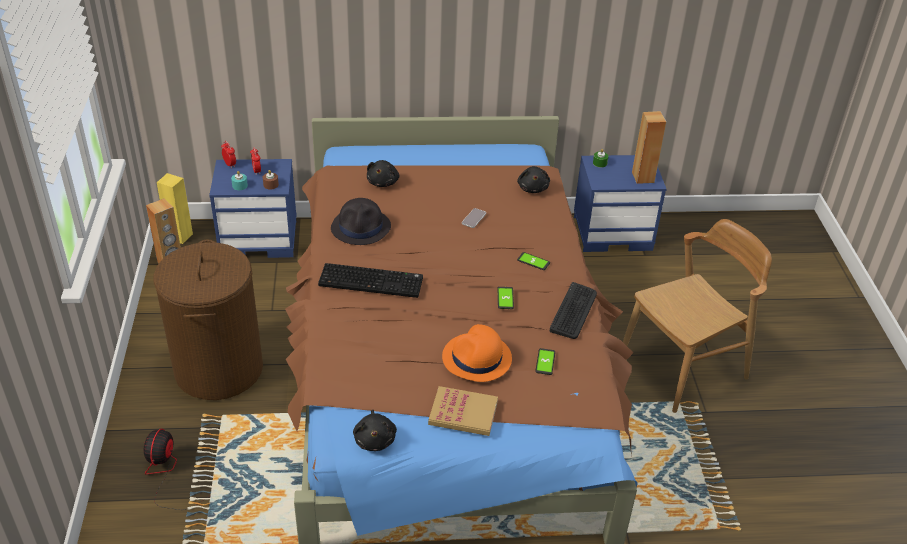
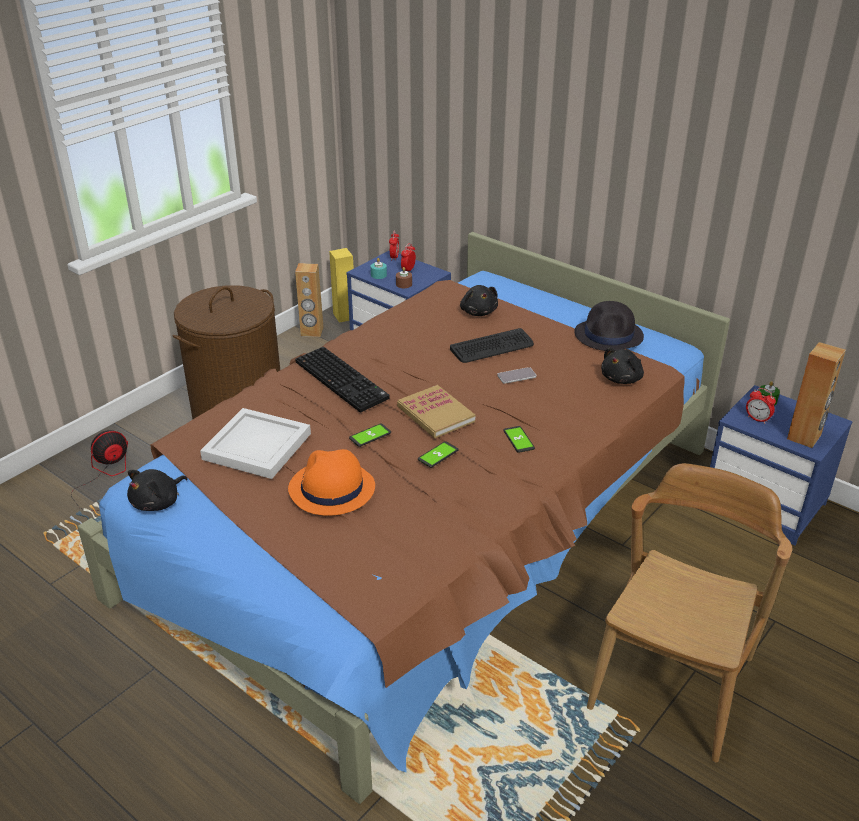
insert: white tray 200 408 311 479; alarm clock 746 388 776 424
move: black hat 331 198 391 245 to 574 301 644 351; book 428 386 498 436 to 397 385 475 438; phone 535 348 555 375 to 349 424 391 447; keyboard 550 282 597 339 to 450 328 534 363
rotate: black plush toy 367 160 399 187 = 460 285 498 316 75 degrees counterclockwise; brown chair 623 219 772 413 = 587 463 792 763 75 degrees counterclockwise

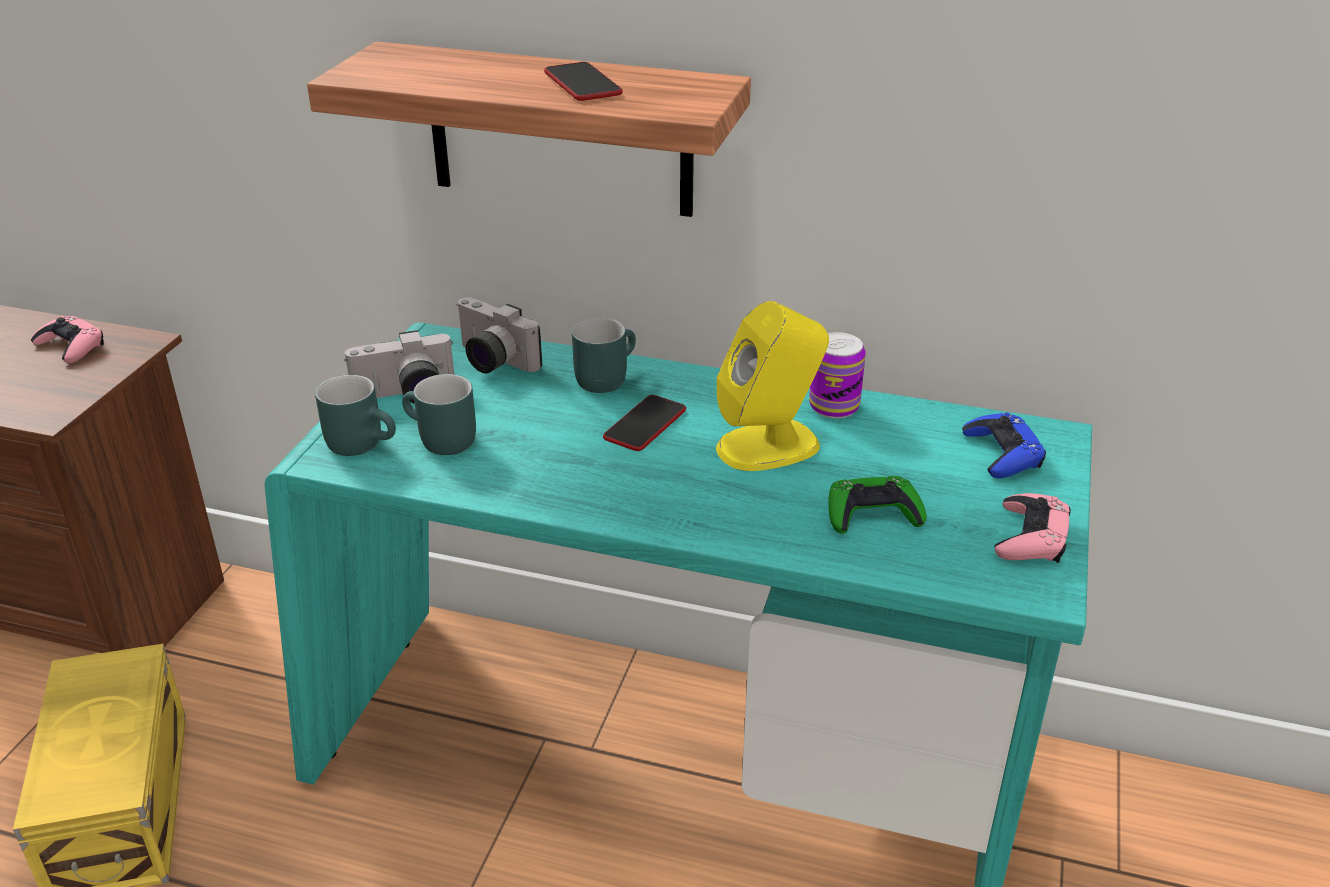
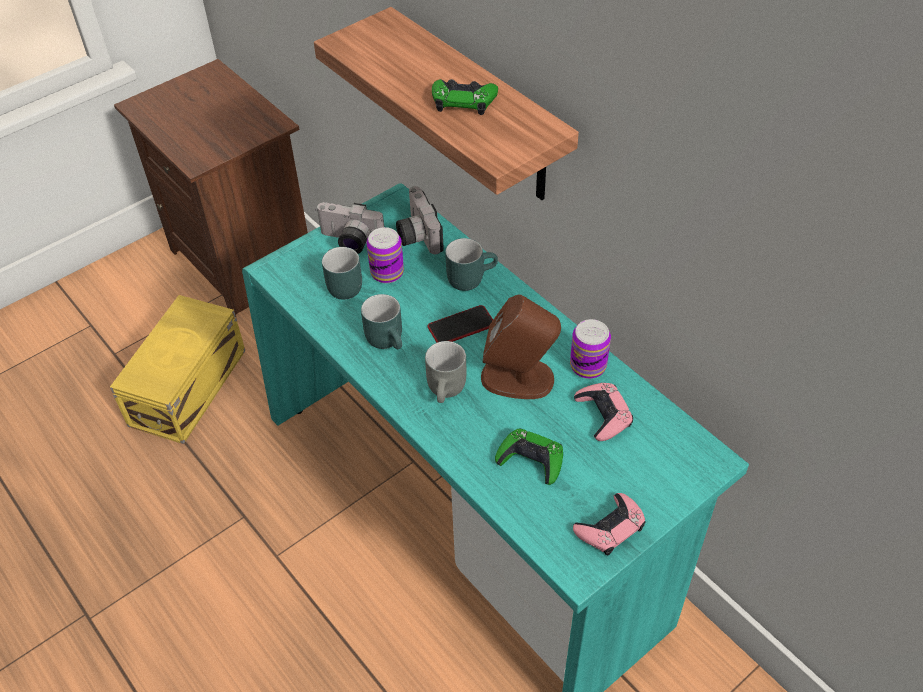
delete: blue game controller 962 413 1046 478
insert: can 366 227 404 283; grey mug 425 341 466 403
move: pink game controller 31 316 104 363 to 574 383 633 441; turquoise mug 315 375 396 456 to 361 294 402 349
replace: phone 544 62 623 101 to green game controller 432 79 498 115
recolor: yellow speaker 716 301 829 471 to brown speaker 481 294 561 399

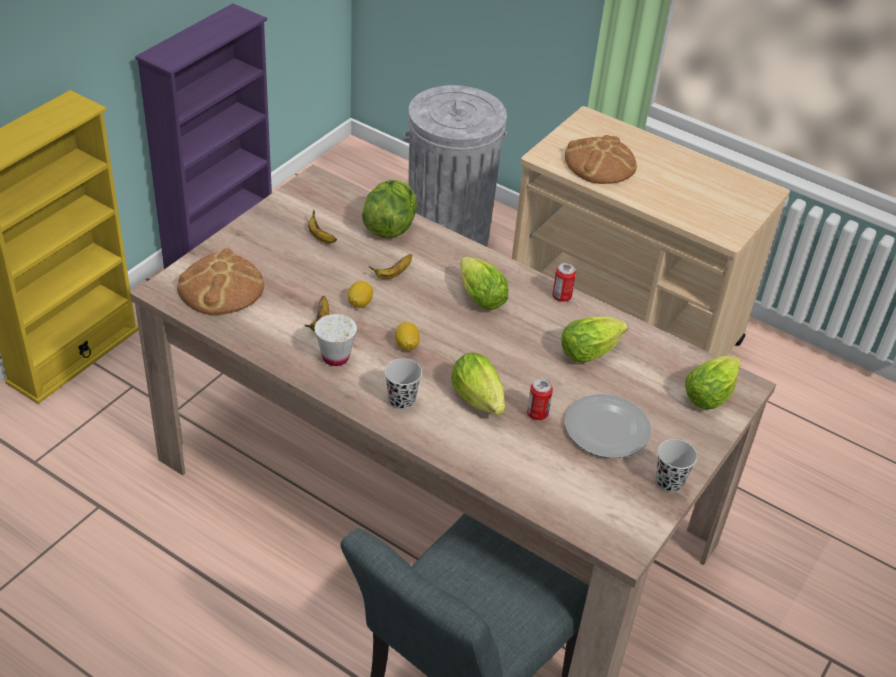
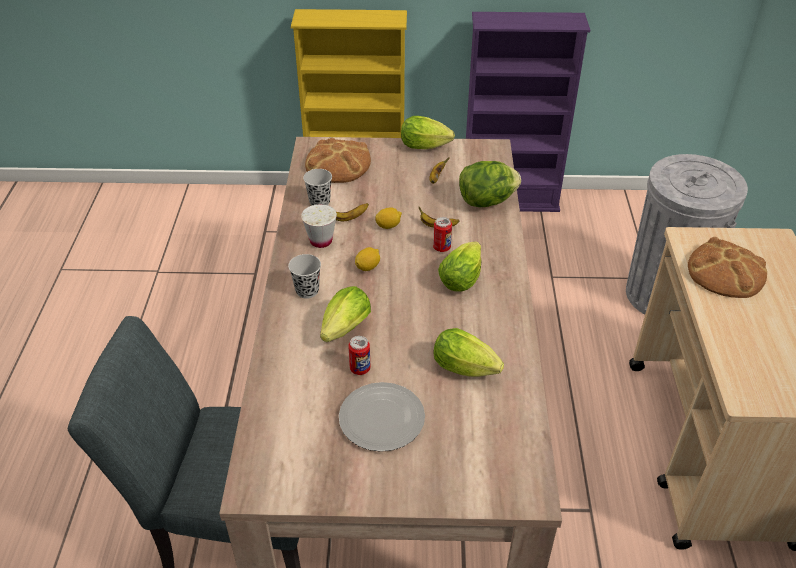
move: can 552 263 576 302 to 433 217 452 252; black cup 656 439 697 492 to 303 169 332 206; lettuce 685 356 741 409 to 401 116 455 149

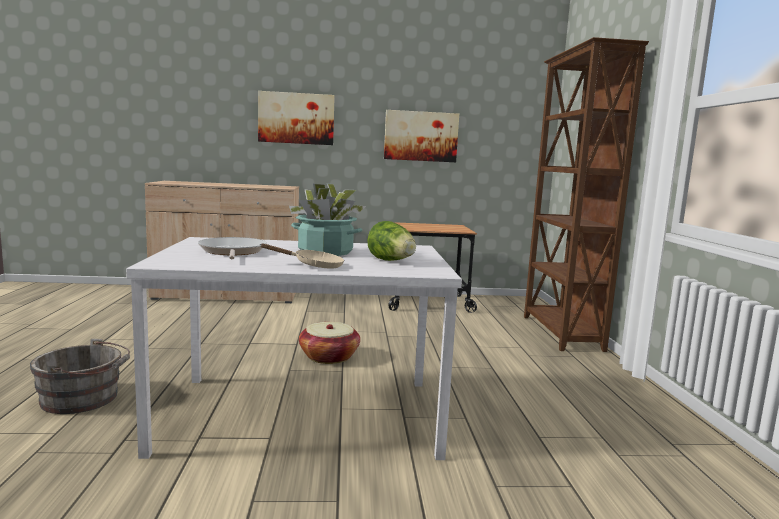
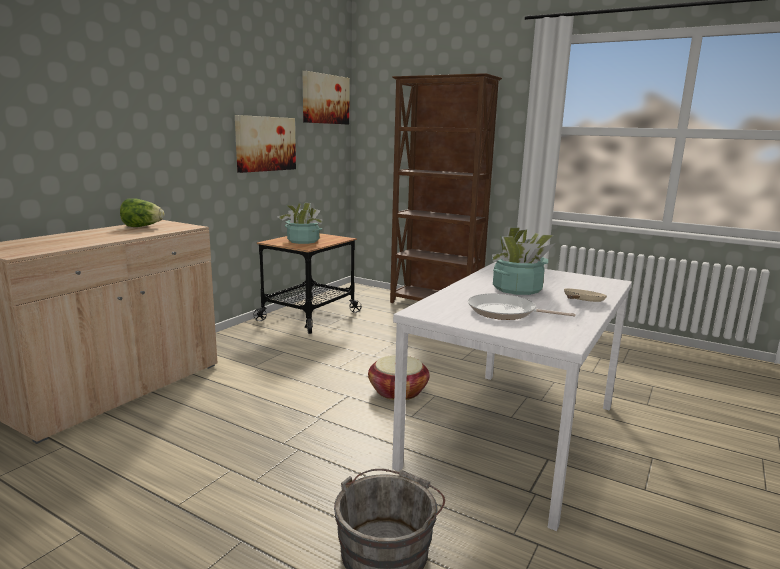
insert: potted plant 277 203 323 244
move: picture 258 91 335 145 to 302 71 350 125; lettuce 367 221 416 261 to 120 198 164 227

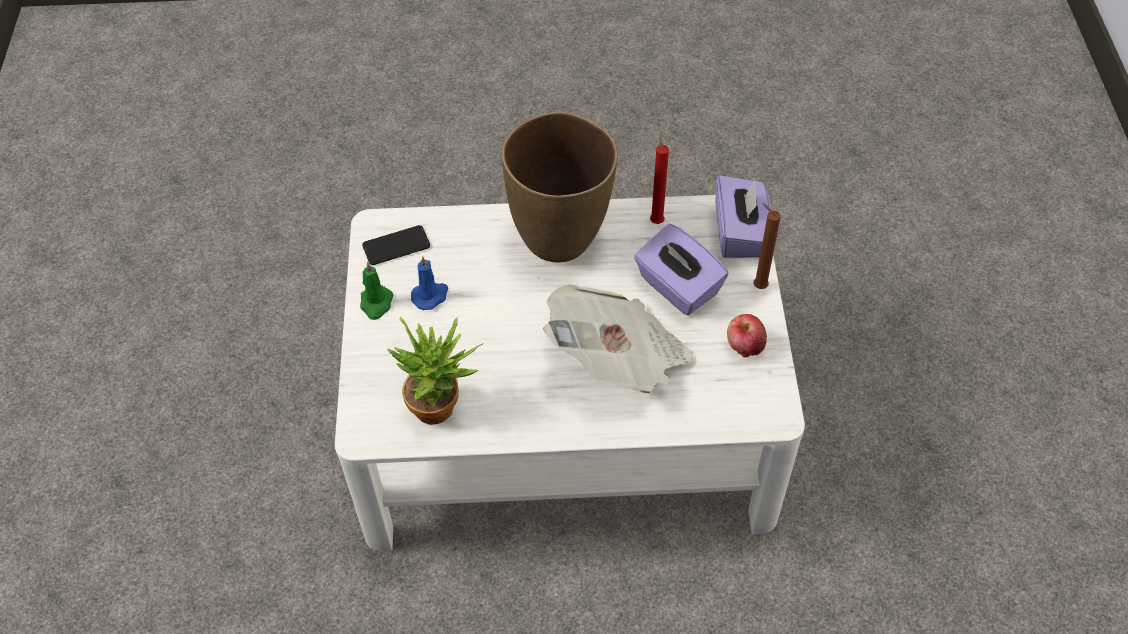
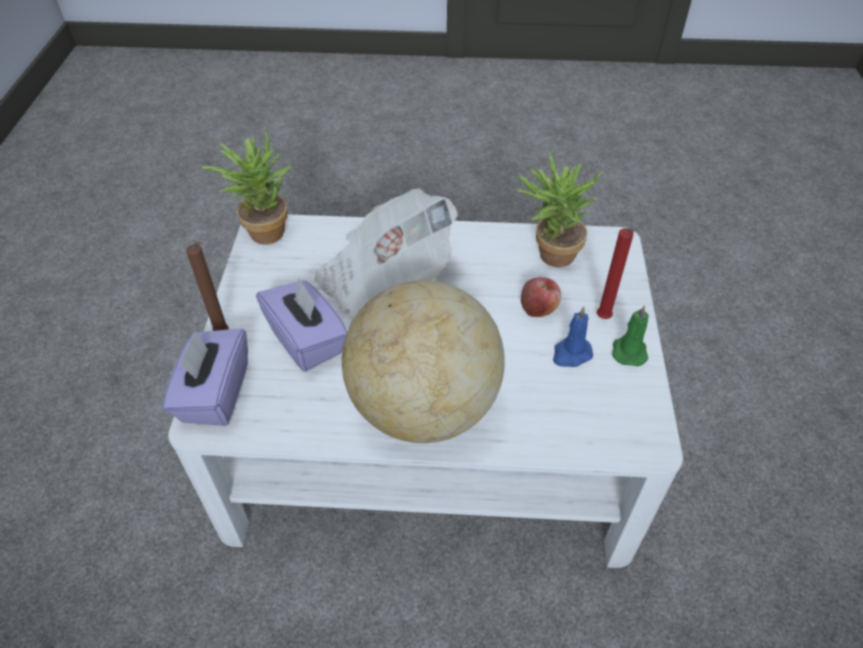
delete: phone 362 225 430 265
insert: potted plant 201 129 291 244
move: red candle 650 131 669 224 to 597 228 634 319; apple 727 314 767 358 to 521 277 561 317
replace: brown vase 502 112 618 263 to globe 342 280 505 443

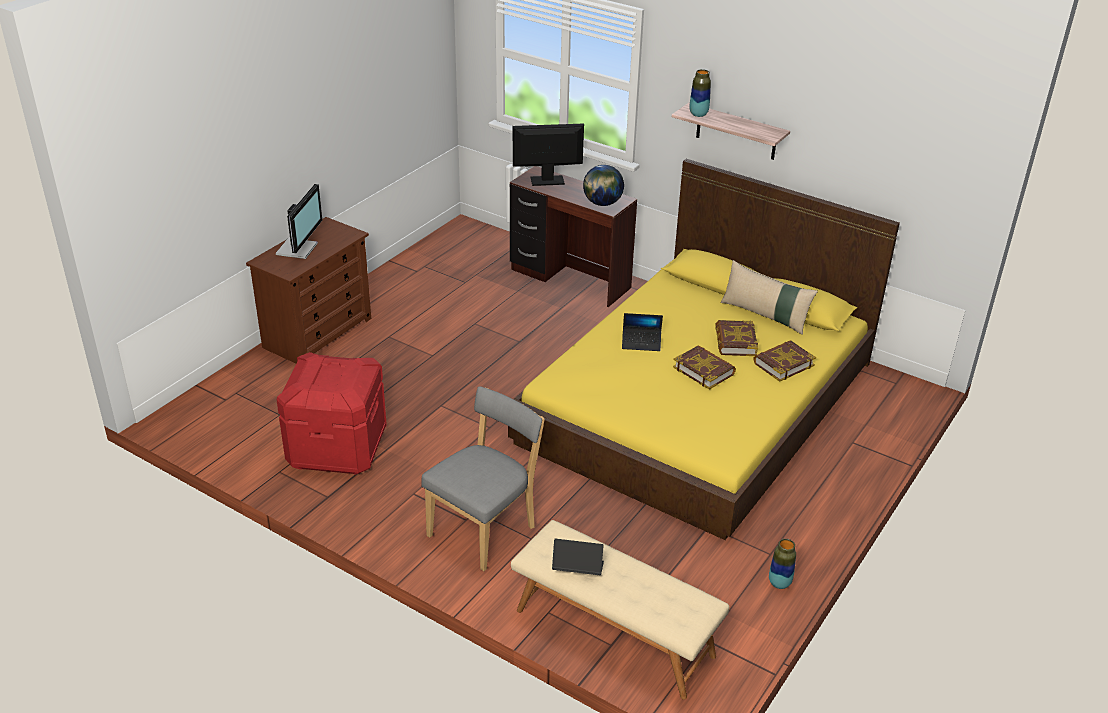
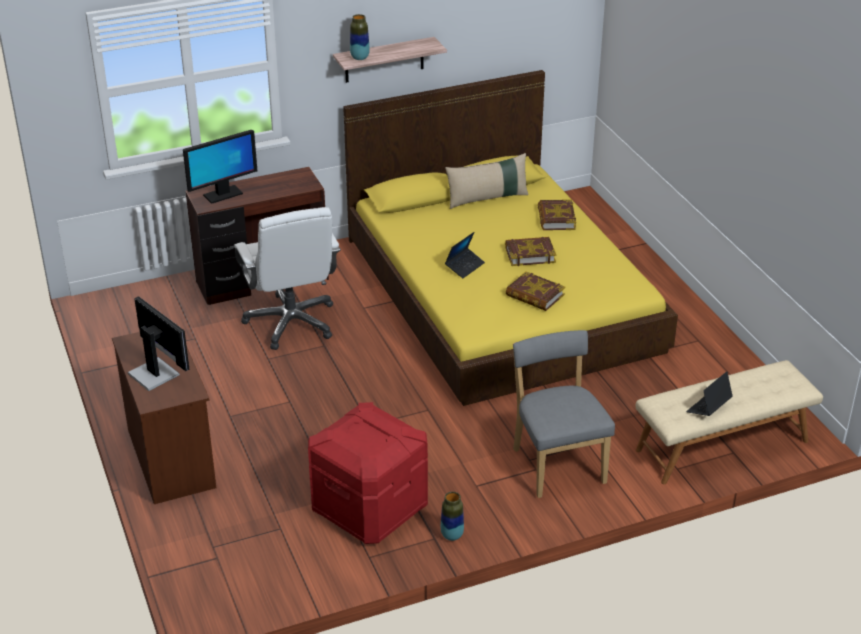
delete: globe 583 165 624 206
insert: white office chair 234 207 341 350
move: book 715 320 758 356 to 506 271 565 311; vase 769 539 796 589 to 441 492 464 541
rotate: monitor 513 124 584 186 = 183 130 257 204 150 degrees counterclockwise

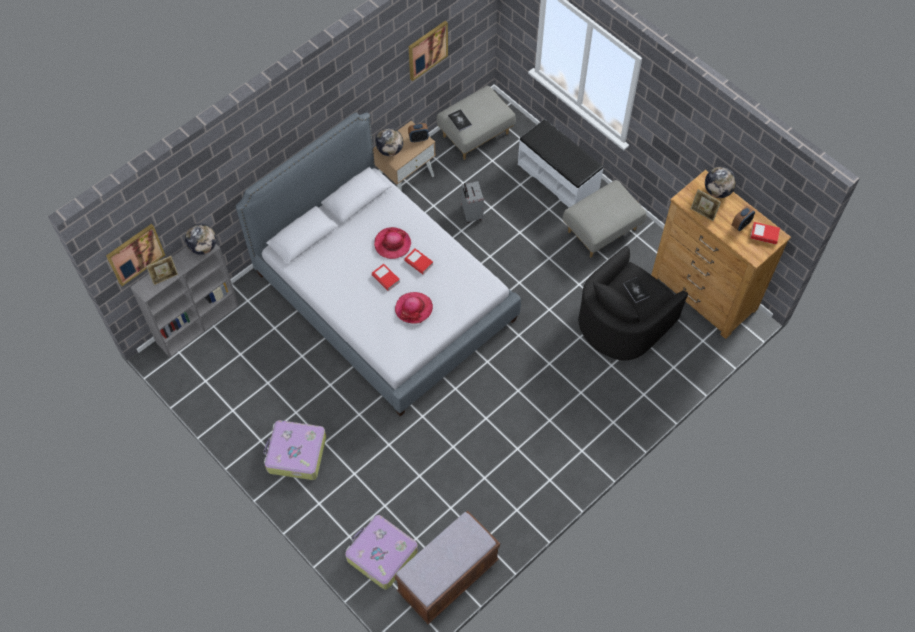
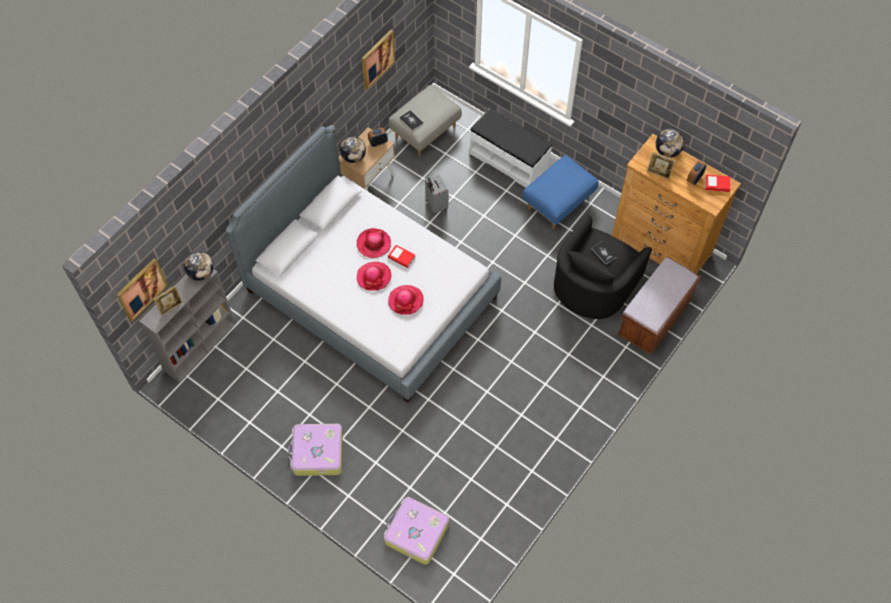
move: brown bench 395 511 500 624 to 617 256 701 355
replace: book 372 264 400 291 to hat 357 262 391 291
recolor: grey ottoman 563 180 646 257 to blue ottoman 522 155 598 229

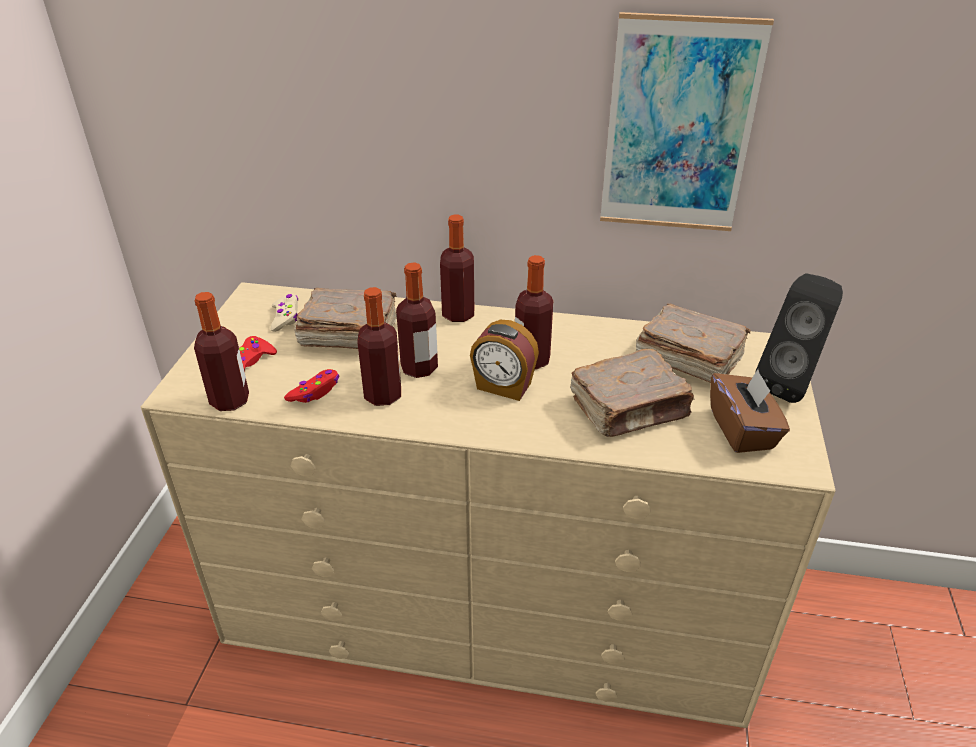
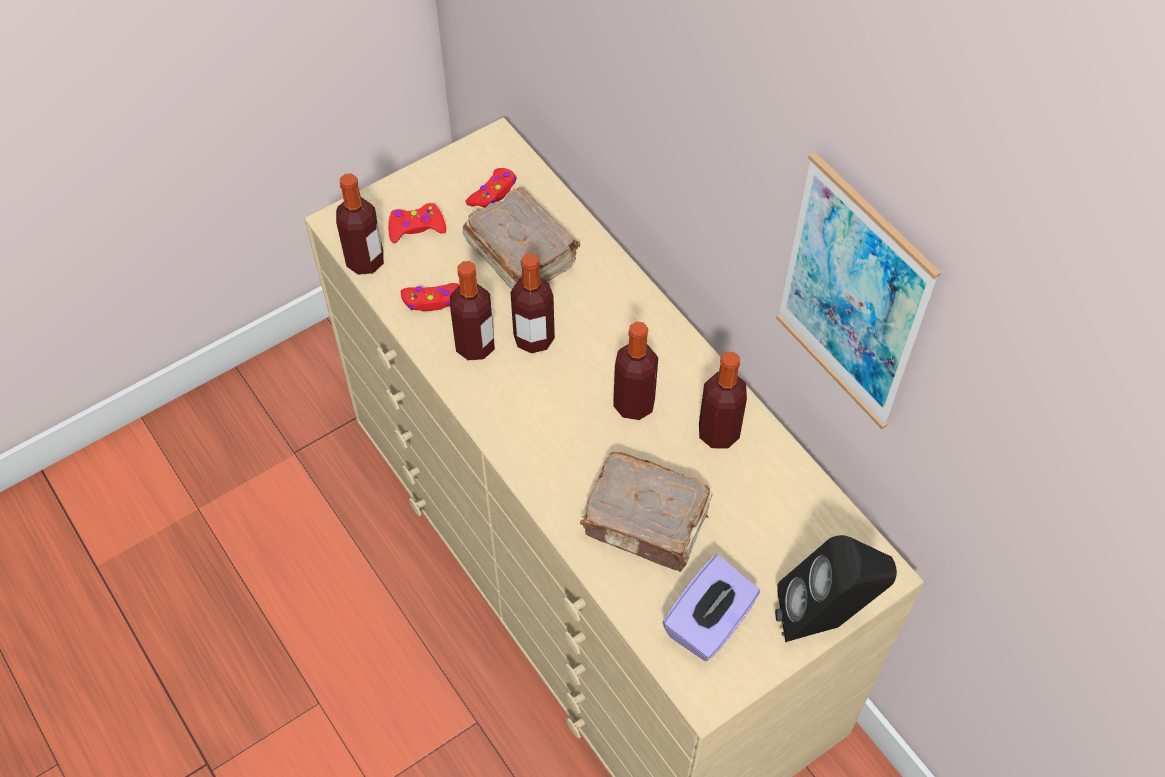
delete: alarm clock 470 320 539 401; brown book 636 303 751 383
move: bottle 440 215 474 322 to 699 352 747 448
recolor: beige game controller 270 294 298 332 to red game controller 465 168 517 208; brown tissue box 710 369 790 453 to purple tissue box 662 555 760 661

